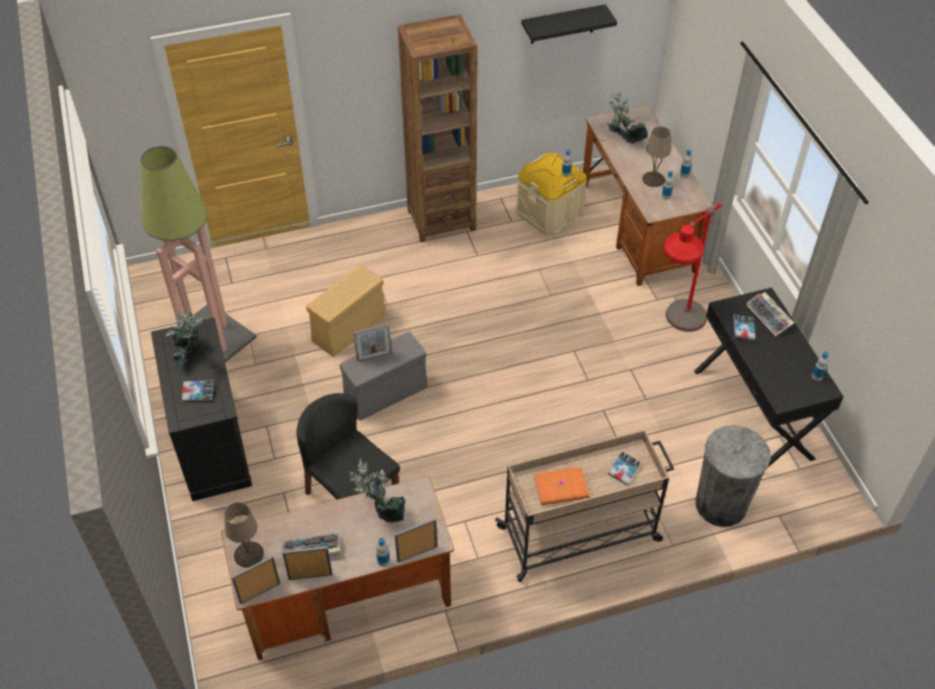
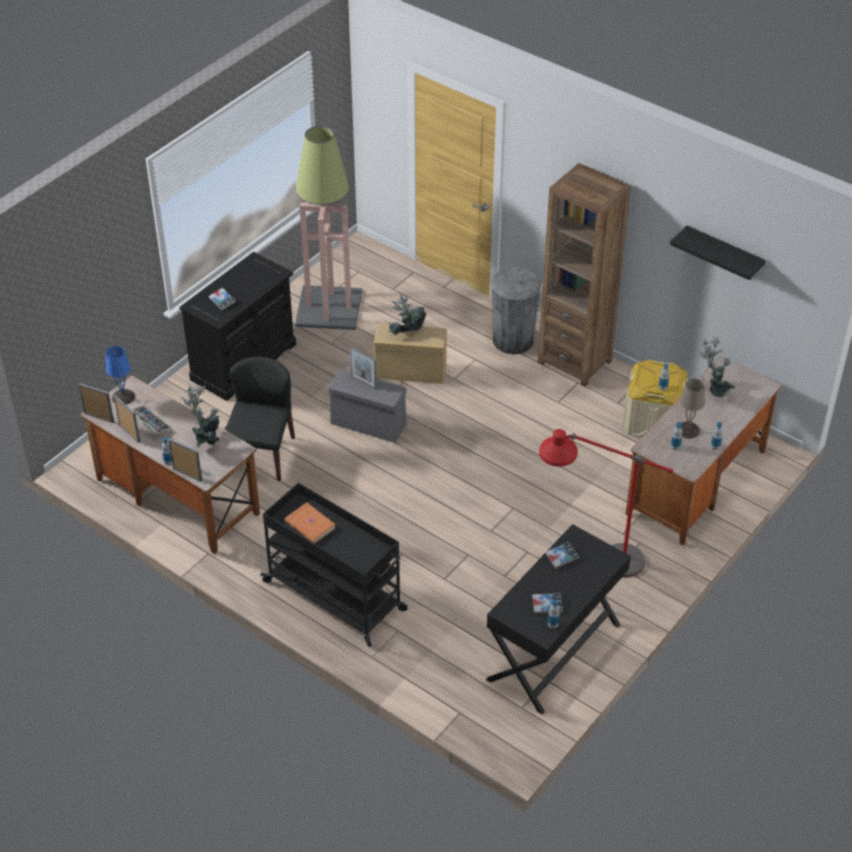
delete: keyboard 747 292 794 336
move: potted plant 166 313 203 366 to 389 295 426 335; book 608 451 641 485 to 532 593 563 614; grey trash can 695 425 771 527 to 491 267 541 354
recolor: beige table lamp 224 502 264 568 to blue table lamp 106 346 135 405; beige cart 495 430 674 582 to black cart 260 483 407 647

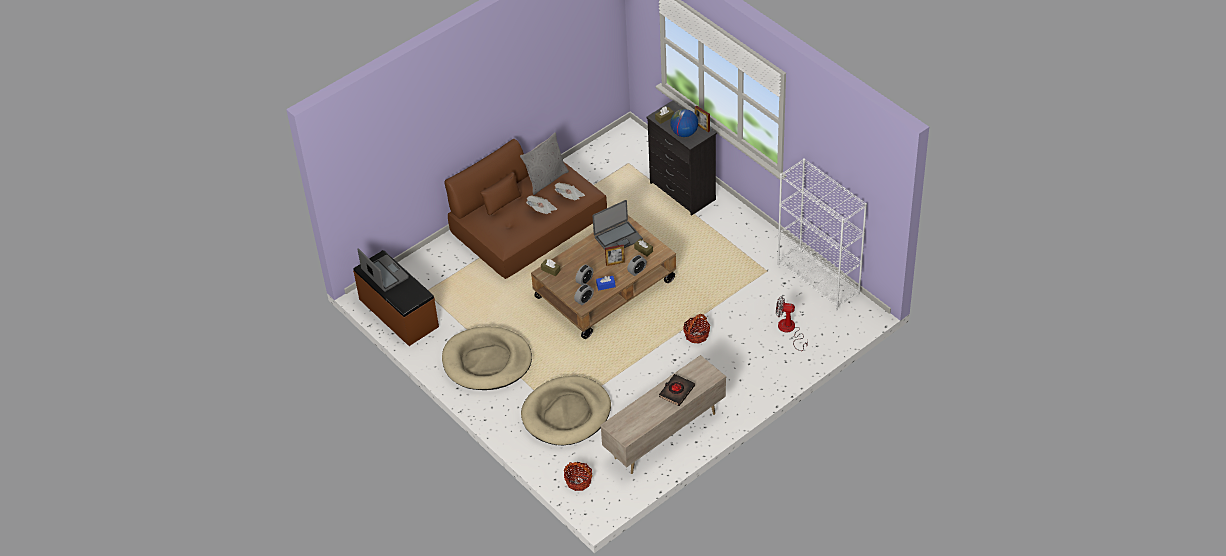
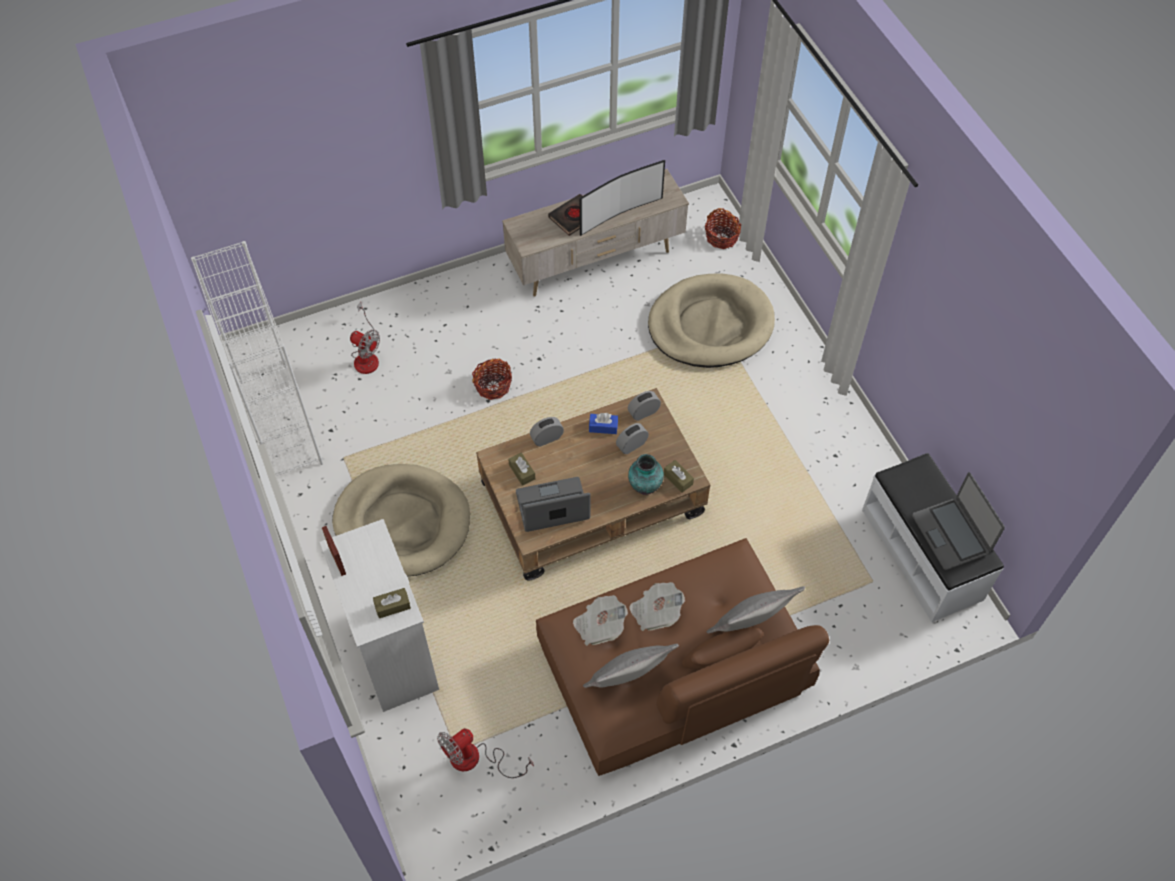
delete: picture frame 605 245 625 266; globe 670 109 698 137
insert: fan 437 728 534 778; television 579 160 665 236; vase 628 454 664 495; grey pillow 706 586 805 633
move: beige dog bed 442 326 532 390 to 332 464 470 576
recolor: brown bench 353 250 439 346 to white bench 862 453 1004 622; black dresser 646 100 717 216 to white dresser 320 519 439 712

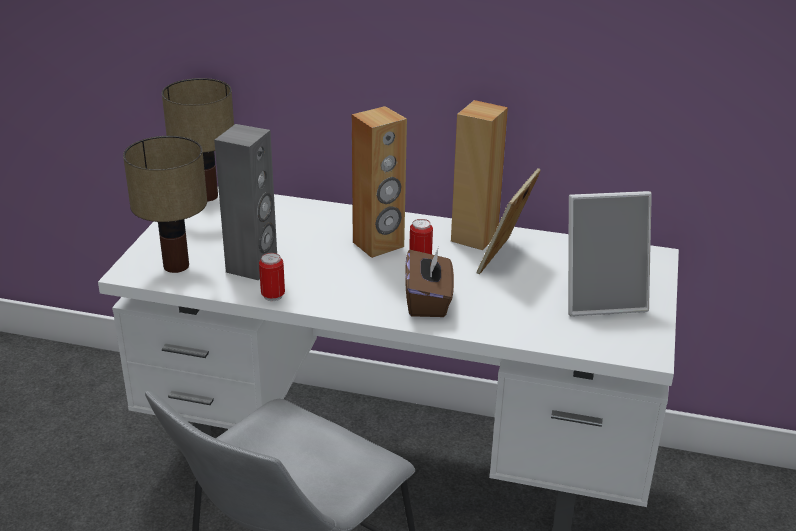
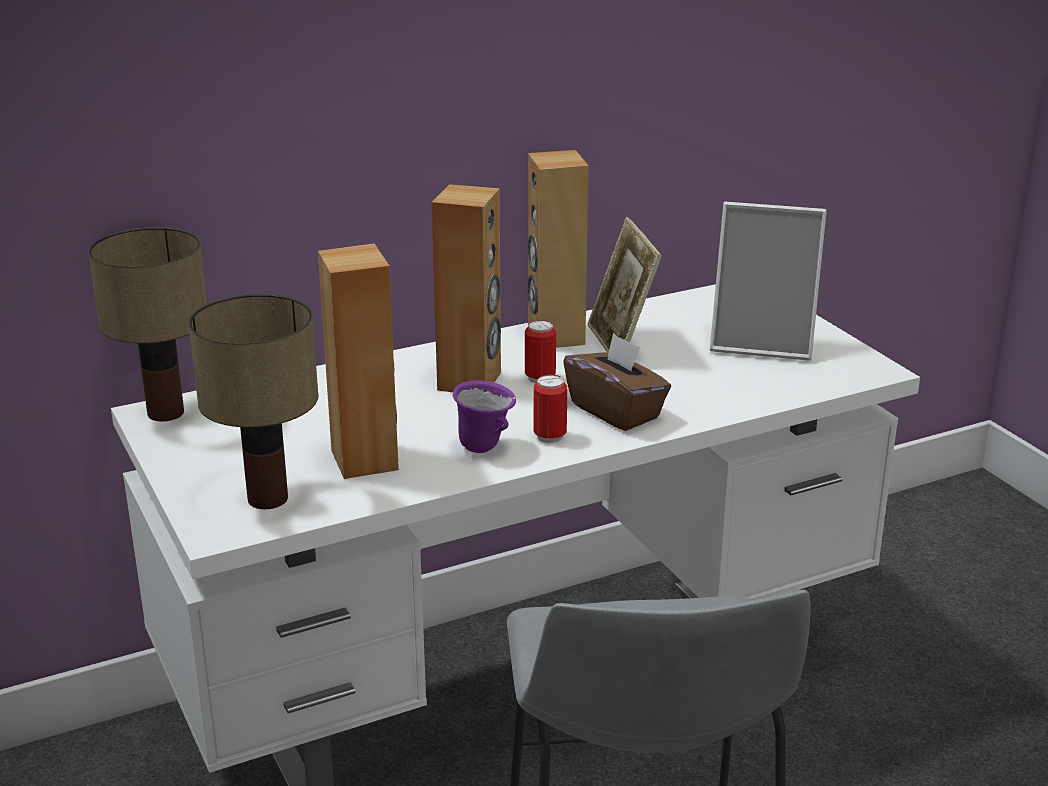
insert: purple mug 453 380 516 453
move: can 259 253 285 301 to 534 375 567 443
recolor: grey speaker 214 124 277 280 to brown speaker 318 243 399 479
rotate: picture frame 568 191 652 316 = 710 202 827 361 60 degrees clockwise

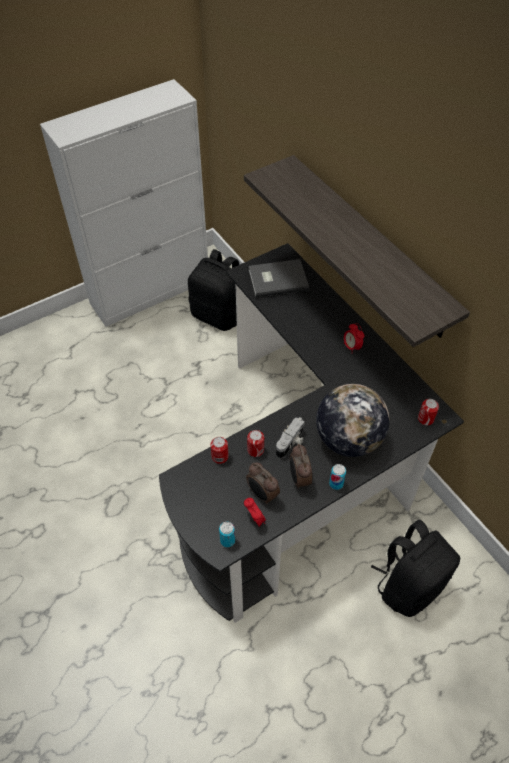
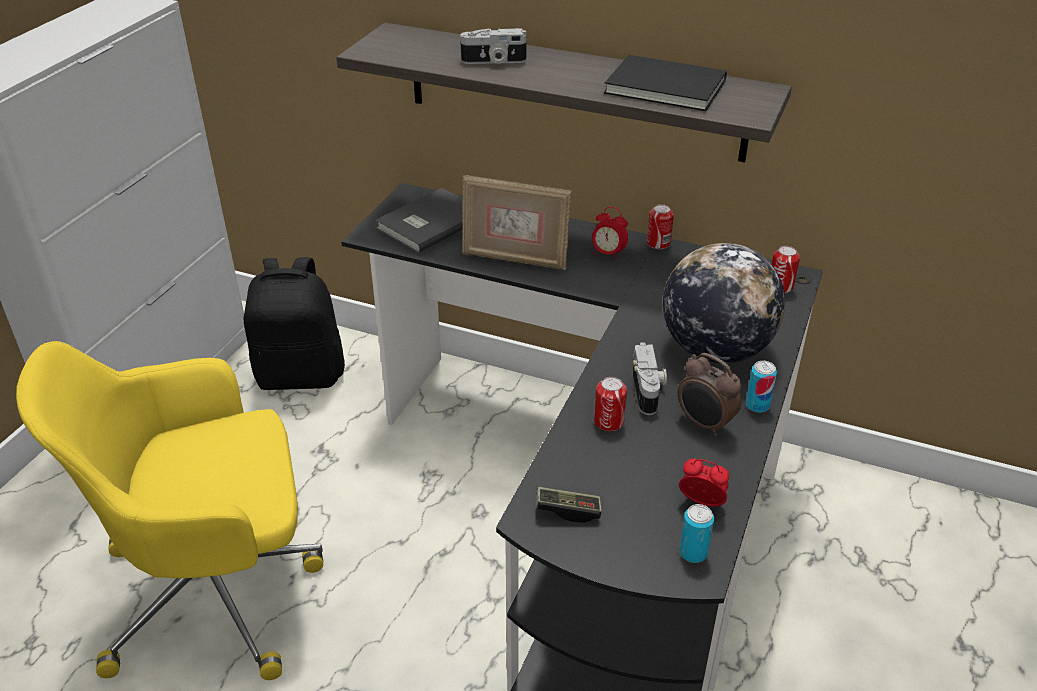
delete: alarm clock 246 462 280 504; black backpack 371 520 460 617
insert: yellow office chair 16 341 323 680; photo camera 460 28 527 64; picture frame 462 175 572 270; game controller 537 487 602 523; black book 604 55 727 111
move: can 210 437 229 464 to 647 204 674 249

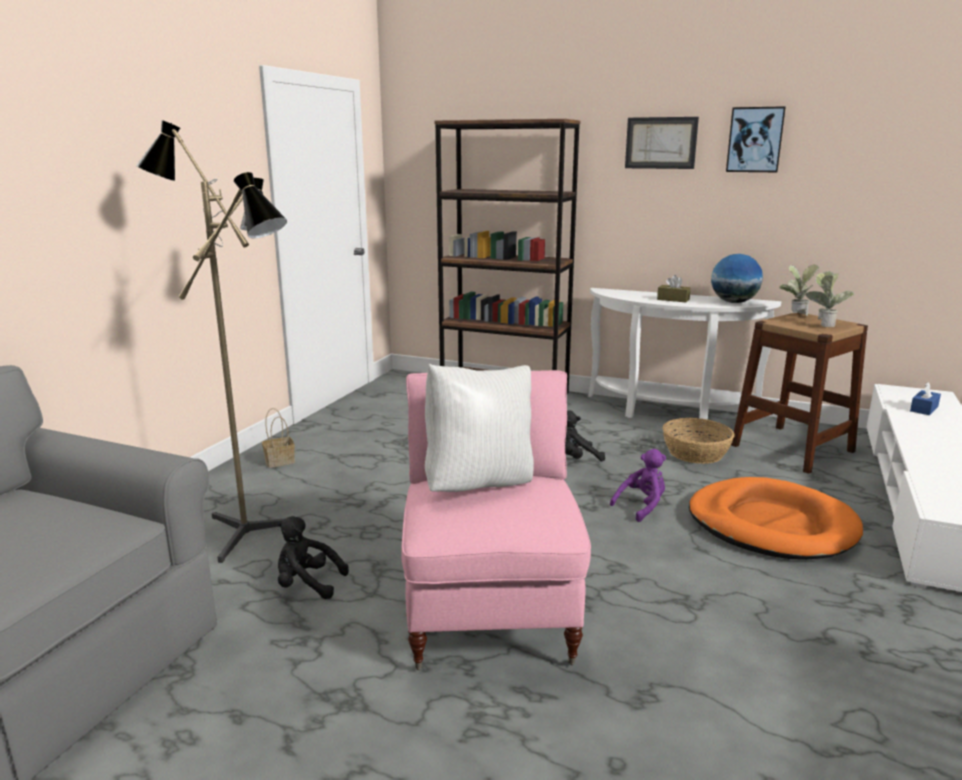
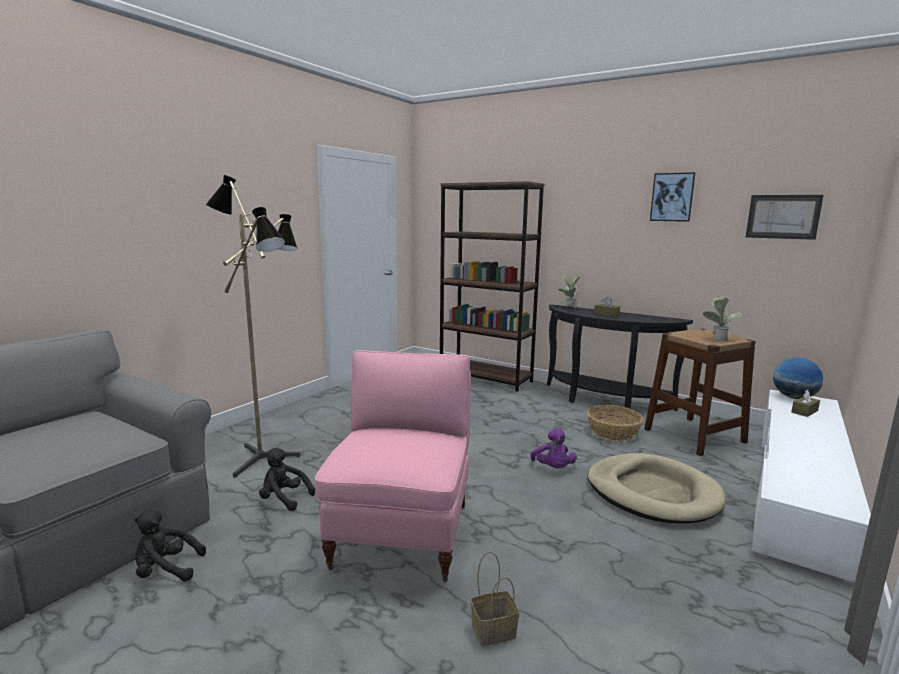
delete: white pillow 425 364 534 492
move: basket 262 408 295 468 to 471 552 519 646; black plush toy 565 410 605 461 to 135 510 206 582; picture 625 117 699 169 to 746 195 823 240; globe 711 254 763 303 to 773 358 823 399; potted plant 779 264 819 316 to 558 275 581 309
recolor: white console table 588 288 781 427 to black console table 547 304 693 411; orange dog bed 689 477 863 560 to beige dog bed 587 453 726 524; blue tissue box 910 382 941 415 to brown tissue box 791 390 820 417
rotate: purple plush toy 610 449 666 522 = 530 429 577 468 105 degrees clockwise

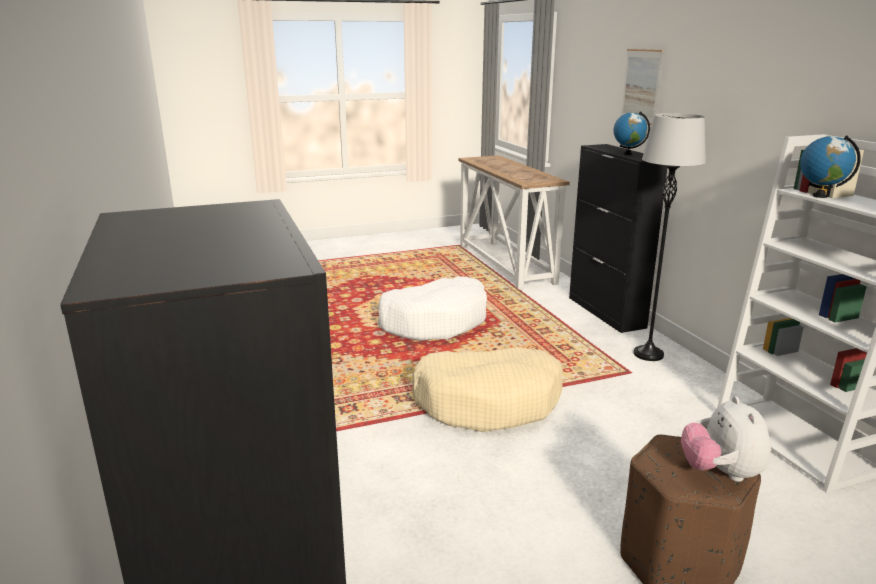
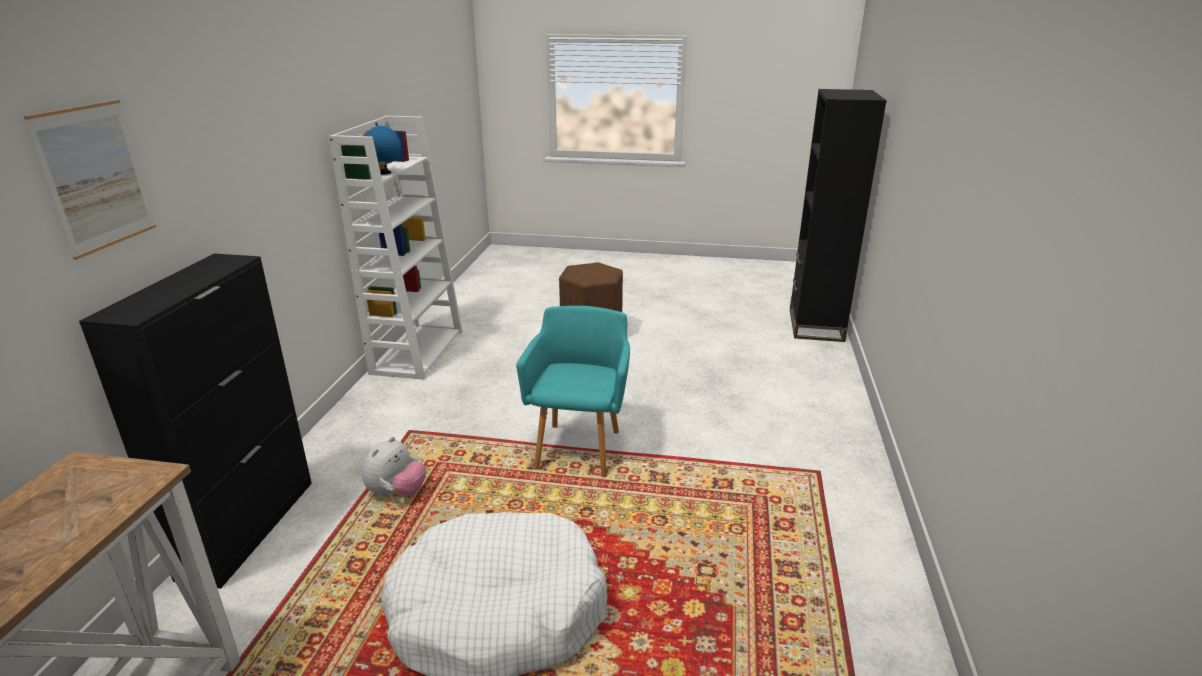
delete: globe 613 112 650 155; grey floor lamp 634 113 706 361
move: plush toy 681 396 771 482 to 362 437 426 497
replace: beige dog bed 412 347 563 432 to turquoise armchair 516 306 630 477

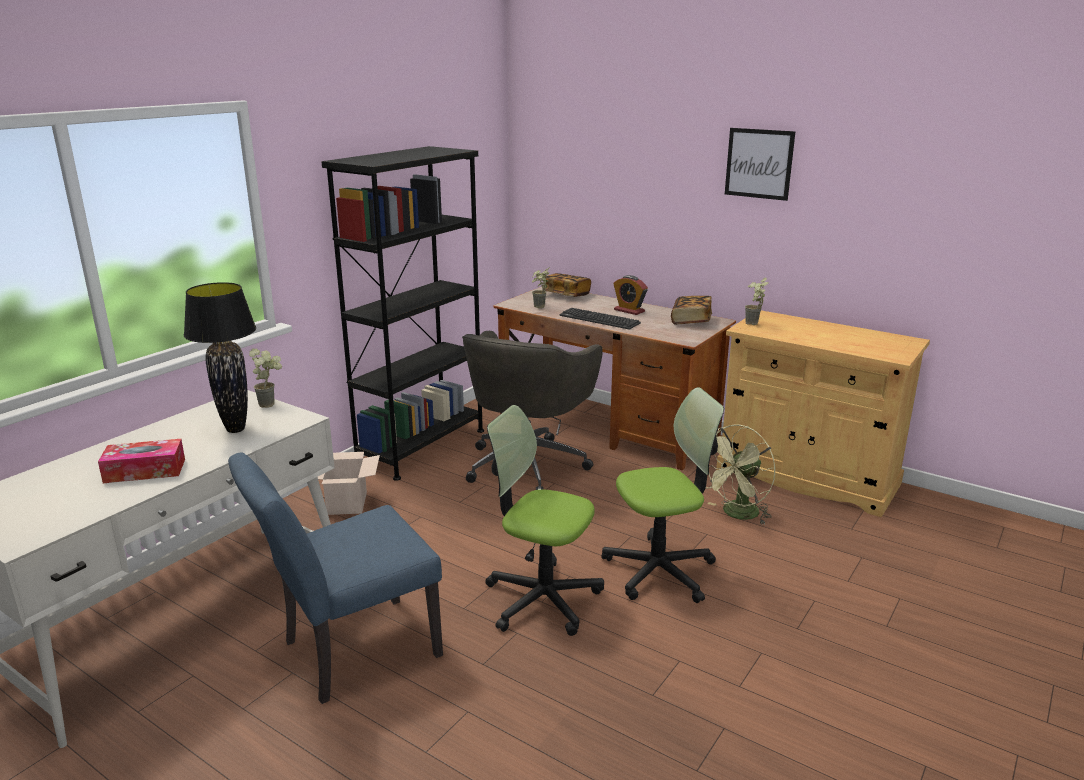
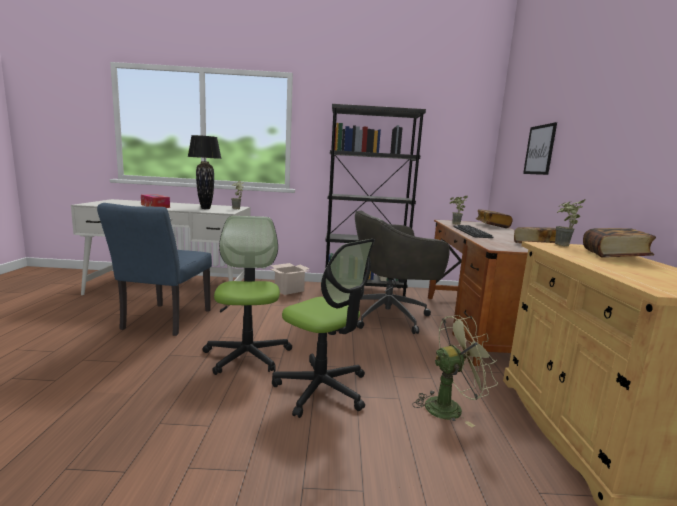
delete: alarm clock 613 275 648 315
insert: book 583 228 656 257
move: picture 725 128 796 201 to 523 122 557 175
rotate: blue chair 228 452 443 704 = 97 203 212 336 105 degrees counterclockwise; green fan 706 425 775 525 = 412 315 498 428 150 degrees clockwise

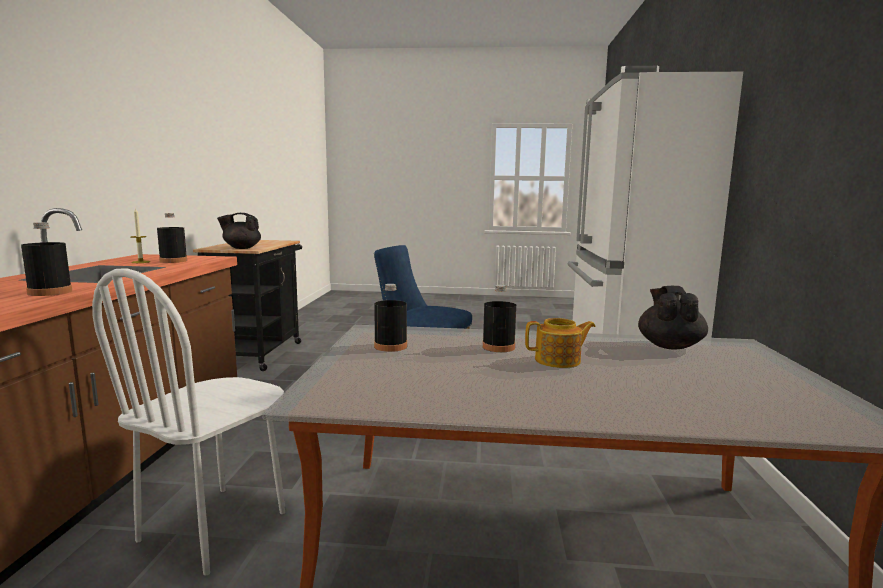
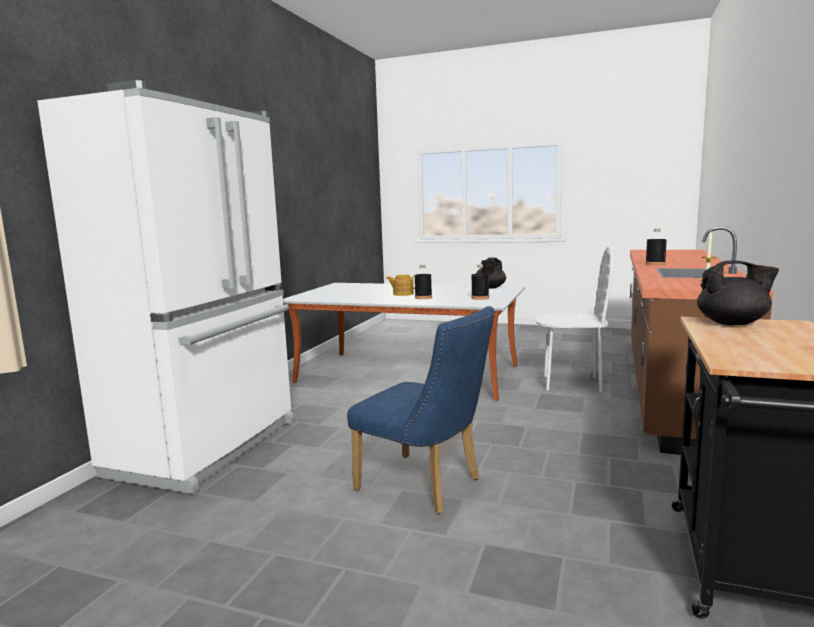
delete: black bottle 157 213 187 263
move: black teapot 638 286 708 350 to 476 257 506 289
rotate: white chair 92 268 285 575 = 536 246 614 393 60 degrees clockwise

